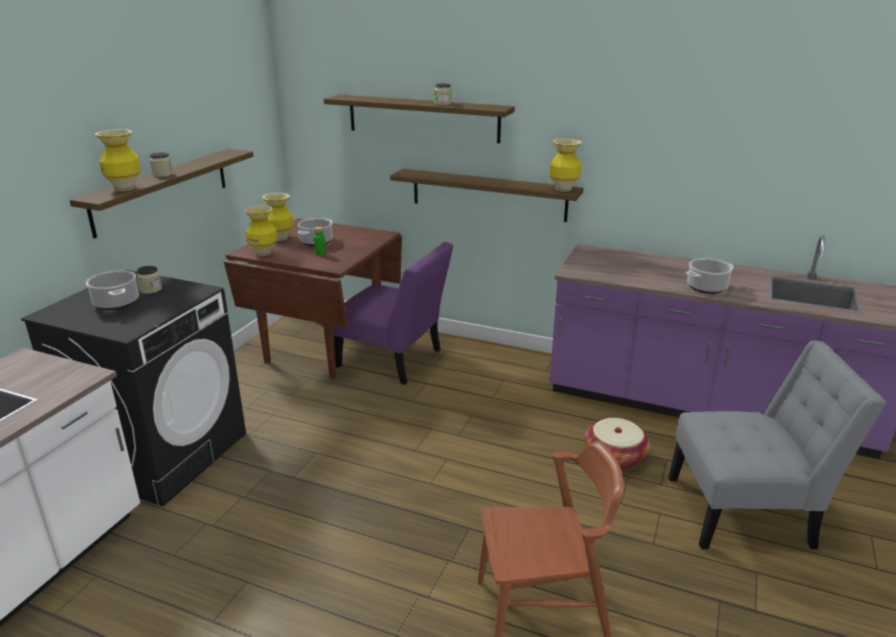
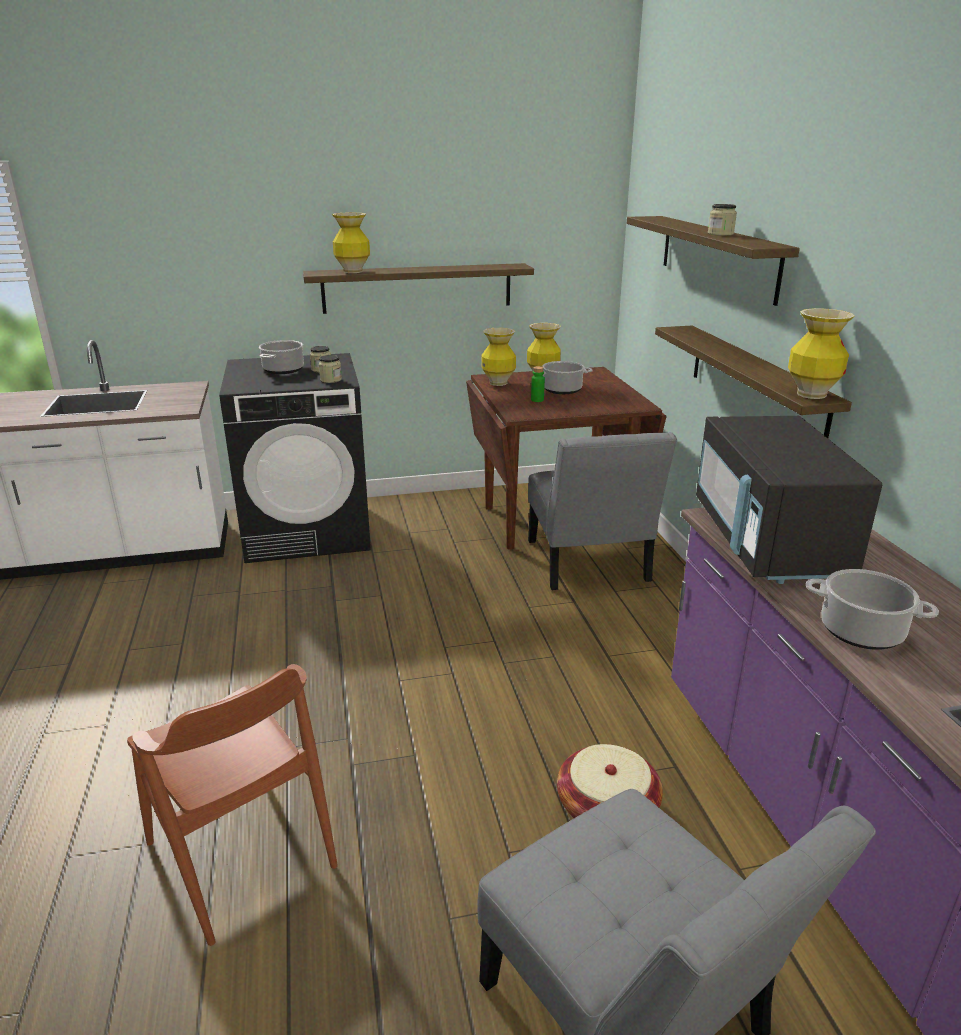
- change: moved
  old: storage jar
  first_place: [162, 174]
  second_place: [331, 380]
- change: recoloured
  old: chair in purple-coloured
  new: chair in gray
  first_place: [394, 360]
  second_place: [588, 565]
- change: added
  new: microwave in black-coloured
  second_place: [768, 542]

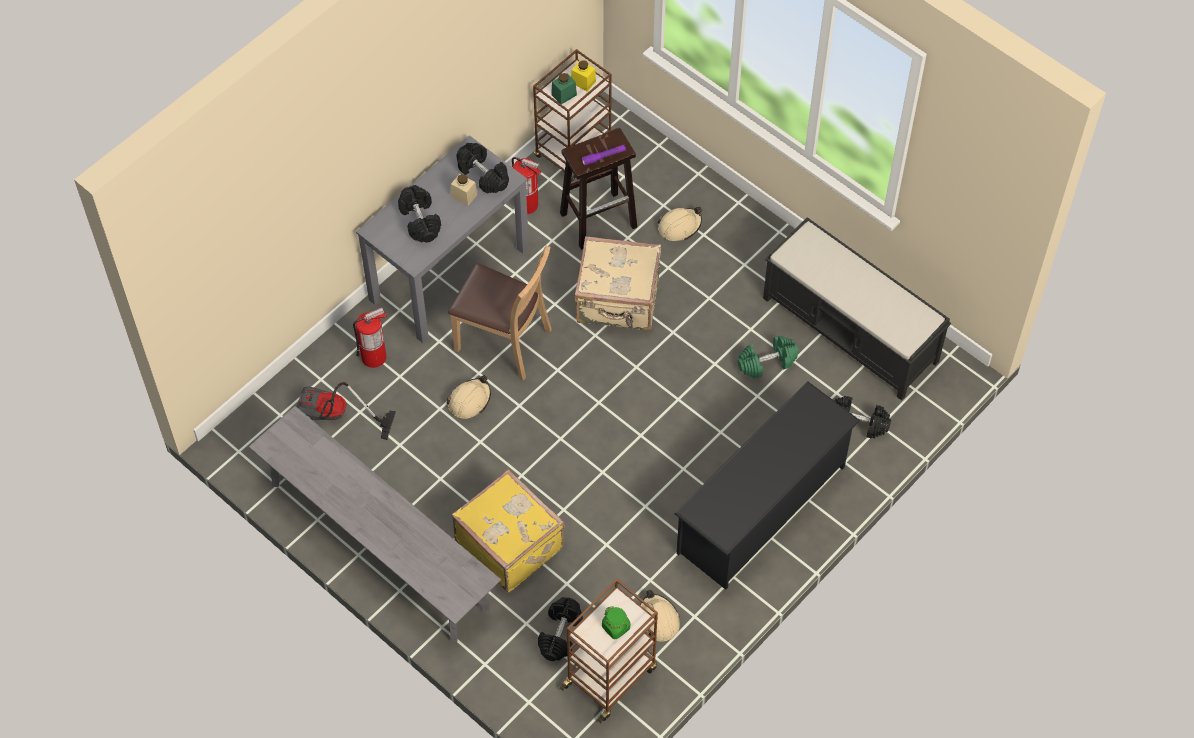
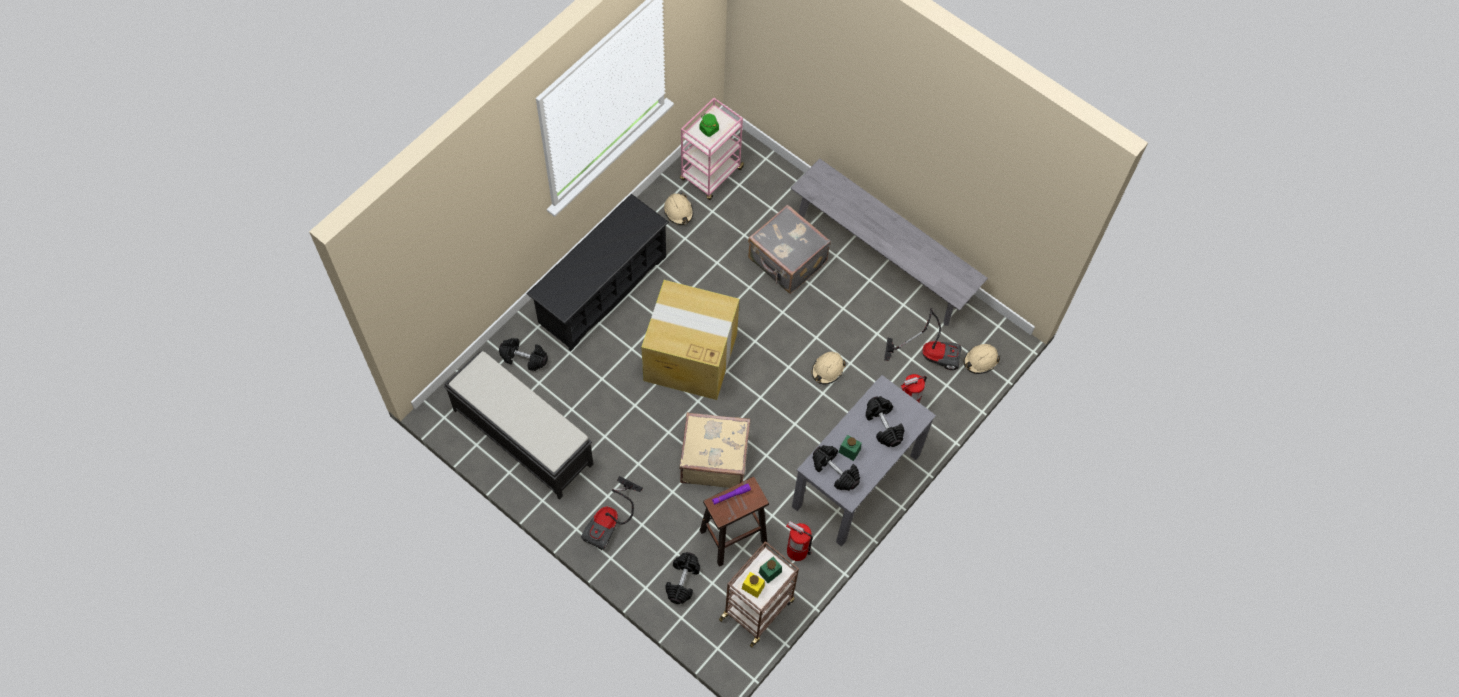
- change: added
  new: vacuum
  second_place: [611, 522]
- change: added
  new: cardboard box
  second_place: [689, 357]
- change: moved
  old: hand weight in black-coloured
  first_place: [560, 634]
  second_place: [682, 581]
- change: recoloured
  old: wheeled cart in brown
  new: wheeled cart in pink-coloured
  first_place: [610, 676]
  second_place: [711, 175]
- change: recoloured
  old: travel case in yellow-coloured
  new: travel case in gray
  first_place: [510, 543]
  second_place: [786, 262]
- change: recoloured
  old: storage jar in beige
  new: storage jar in green
  first_place: [464, 195]
  second_place: [849, 451]
- change: moved
  old: work helmet in beige
  first_place: [679, 226]
  second_place: [980, 360]
- change: removed
  old: chair in brown
  first_place: [504, 341]
- change: removed
  old: hand weight in green
  first_place: [767, 362]

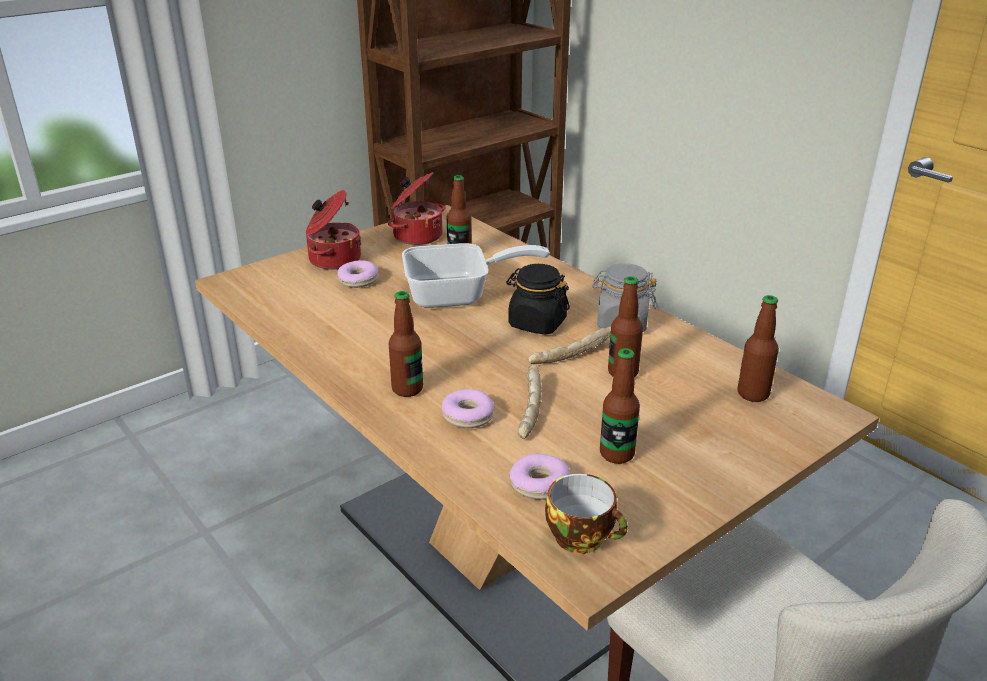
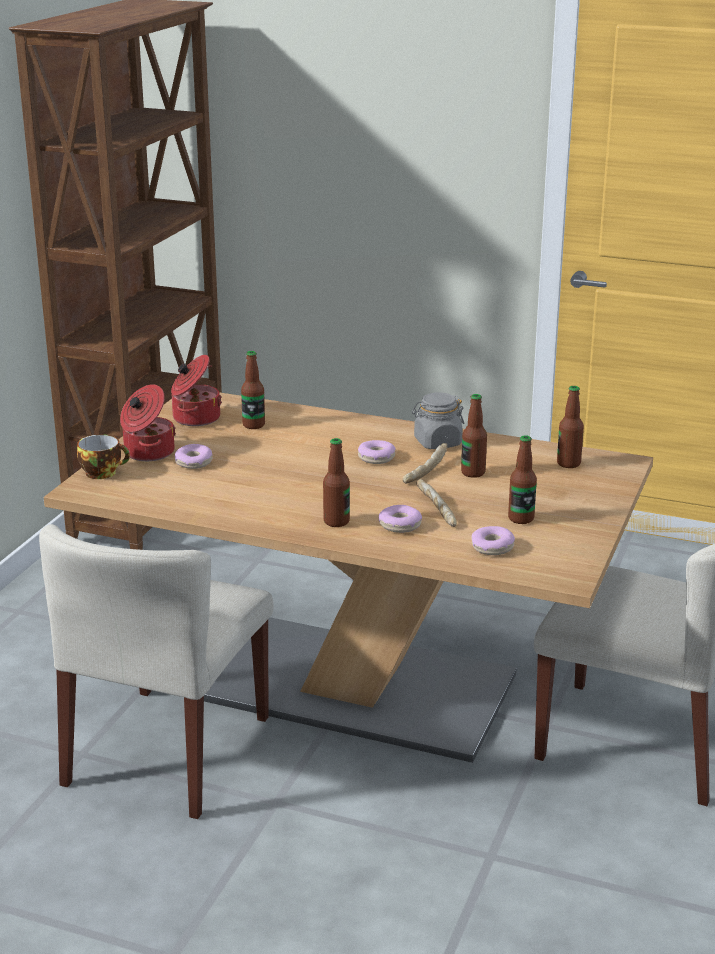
- change: added
  new: chair in beige
  second_place: [168, 751]
- change: moved
  old: drinking cup
  first_place: [583, 537]
  second_place: [103, 472]
- change: replaced
  old: storage jar in black-coloured
  new: doughnut
  first_place: [537, 323]
  second_place: [376, 457]
- change: removed
  old: frying pan
  first_place: [458, 295]

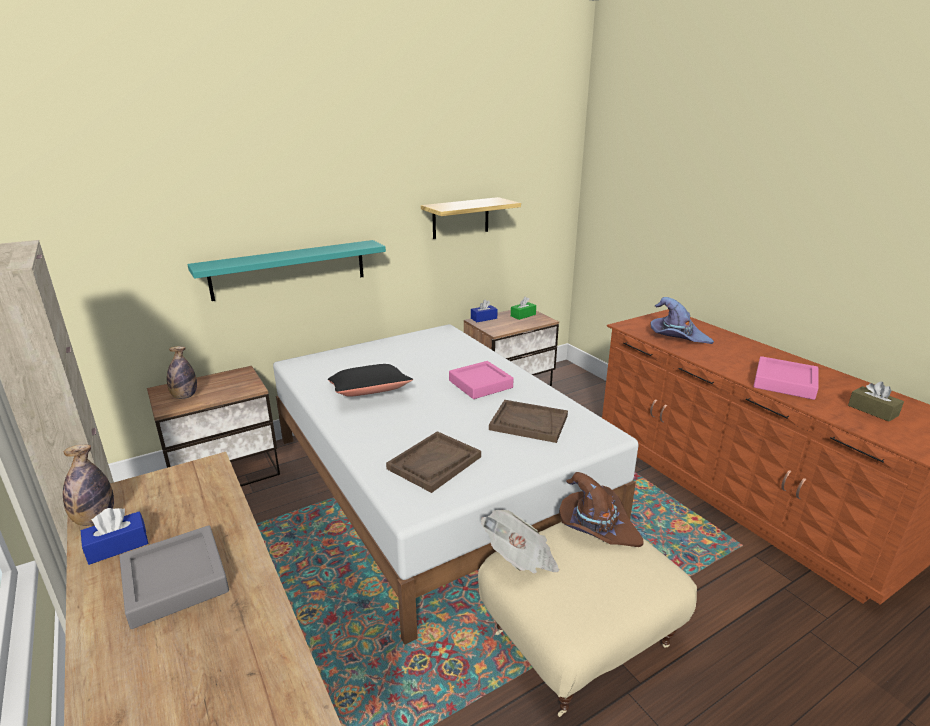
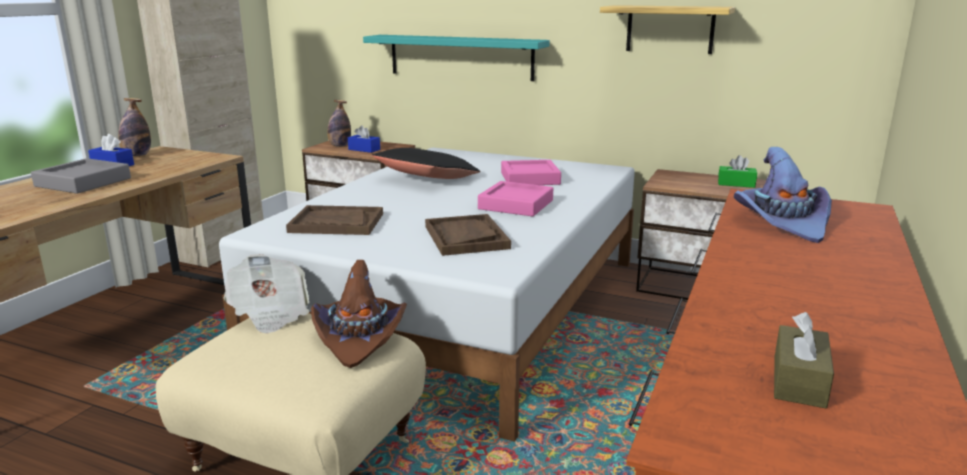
- change: moved
  old: tissue box in blue
  first_place: [483, 318]
  second_place: [364, 149]
- change: moved
  old: carrying tray in pink-coloured
  first_place: [784, 383]
  second_place: [530, 178]

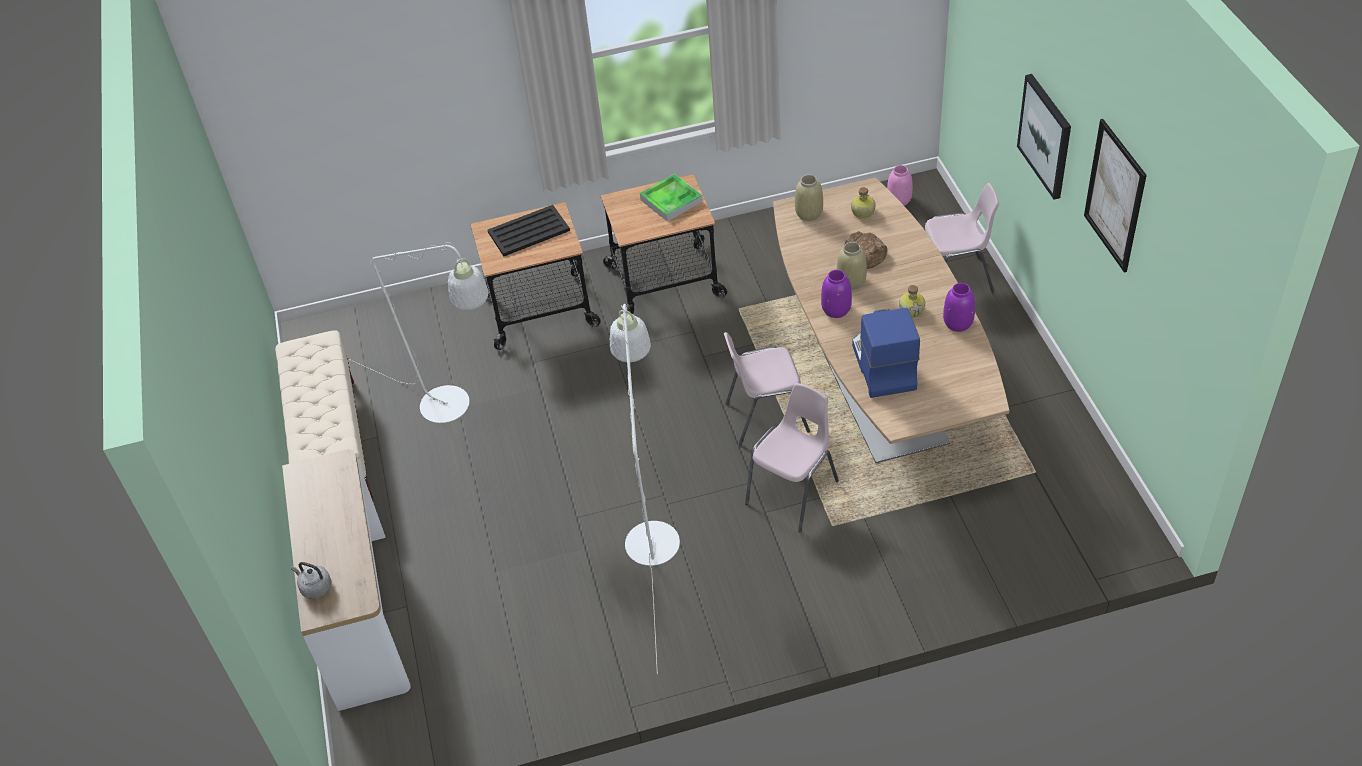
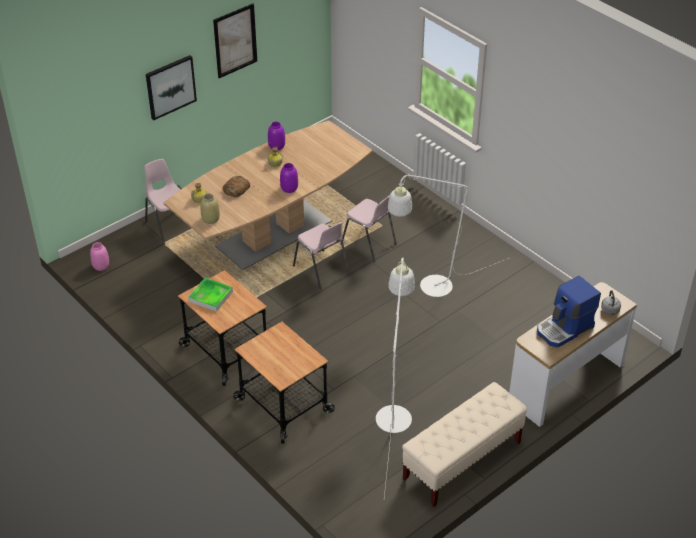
- change: turned
  old: chair in pink-coloured
  first_place: [794, 492]
  second_place: [369, 244]
  degrees: -150
- change: moved
  old: coffee machine
  first_place: [882, 366]
  second_place: [565, 329]
- change: removed
  old: carrying tray in black-coloured
  first_place: [528, 231]
- change: removed
  old: flower vase in beige
  first_place: [851, 281]

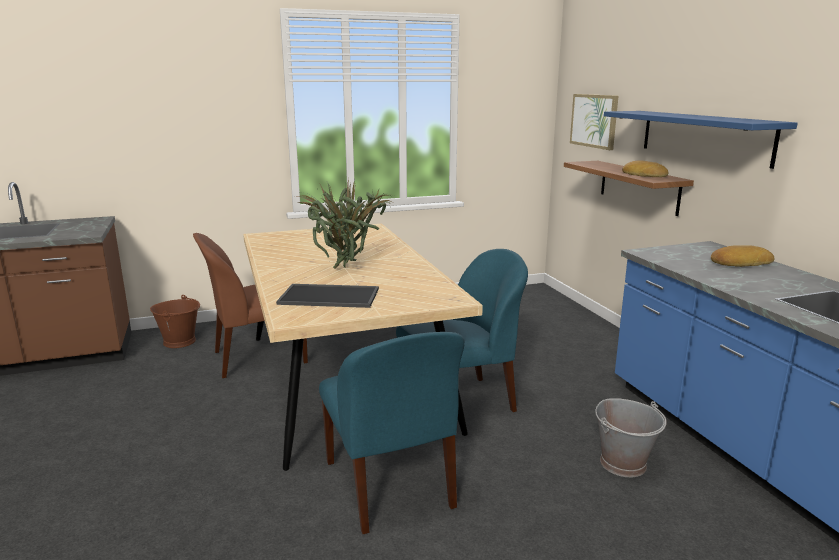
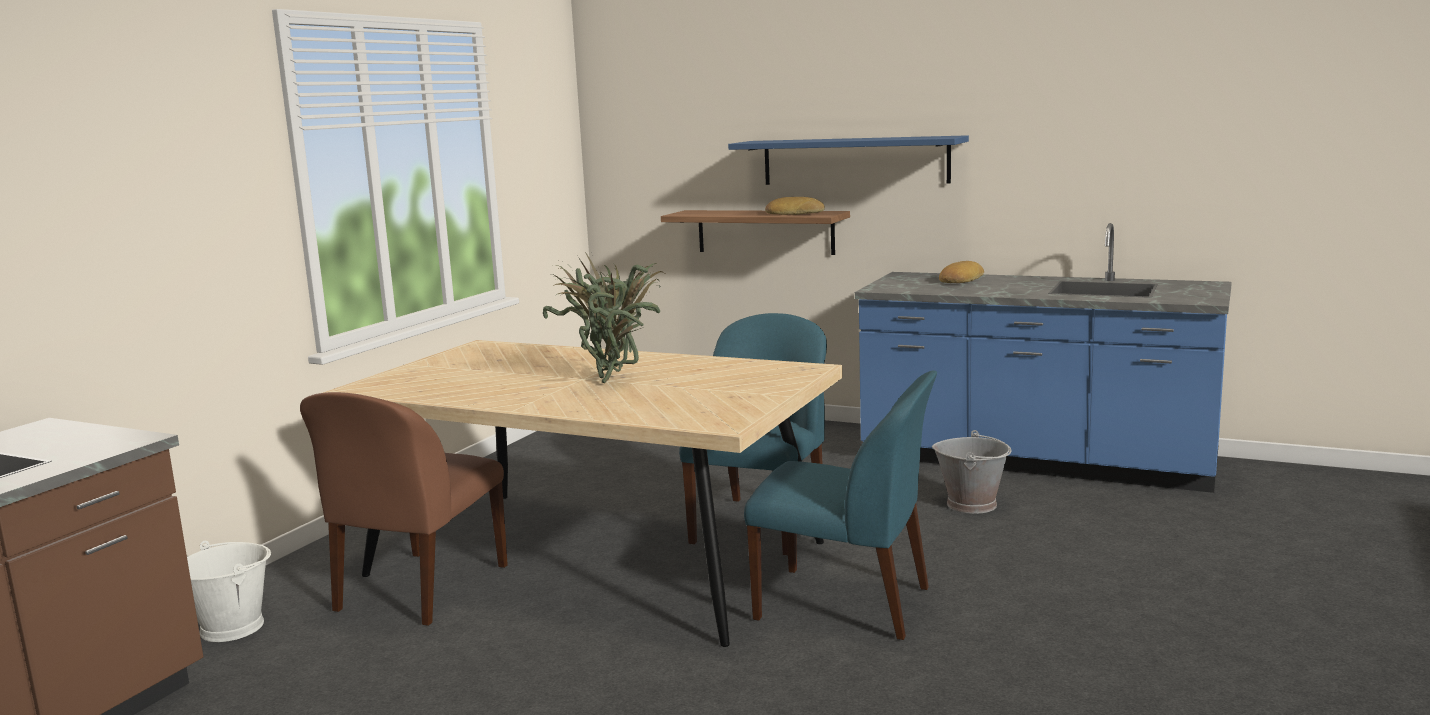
- change: recoloured
  old: bucket in brown
  new: bucket in white
  first_place: [180, 341]
  second_place: [232, 627]
- change: removed
  old: carrying tray
  first_place: [330, 296]
- change: removed
  old: wall art
  first_place: [594, 120]

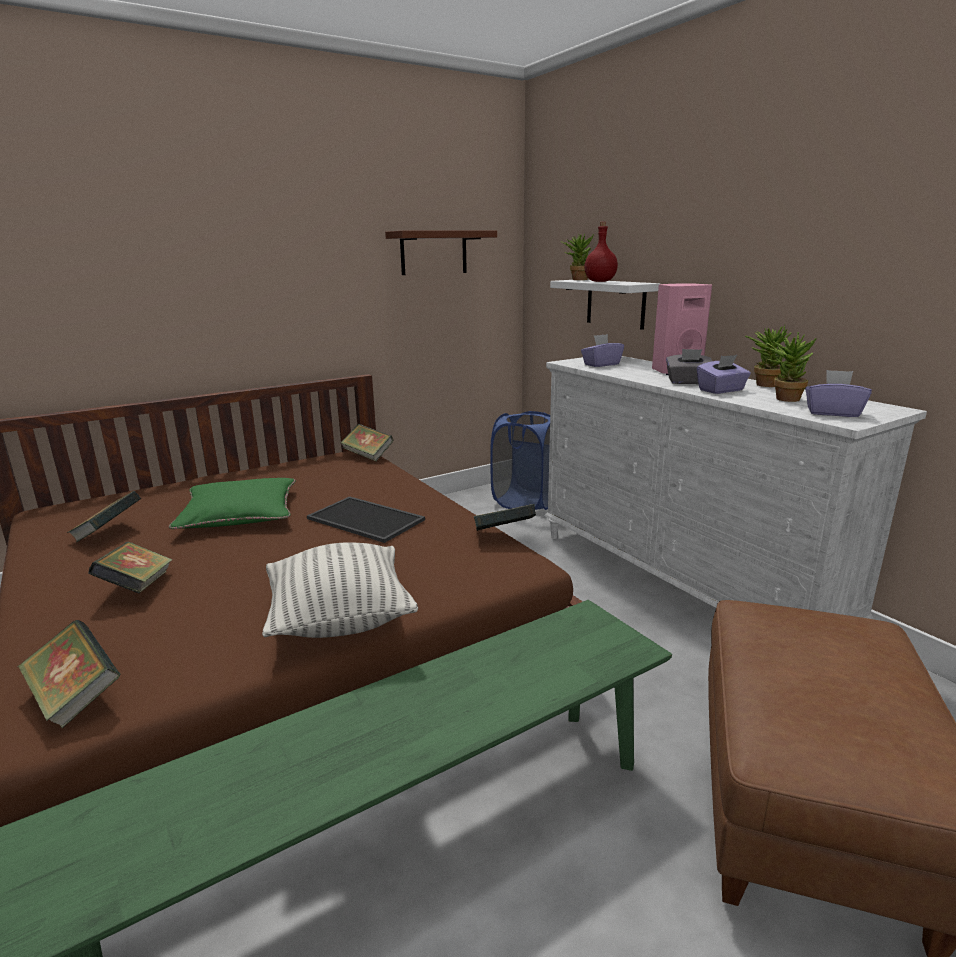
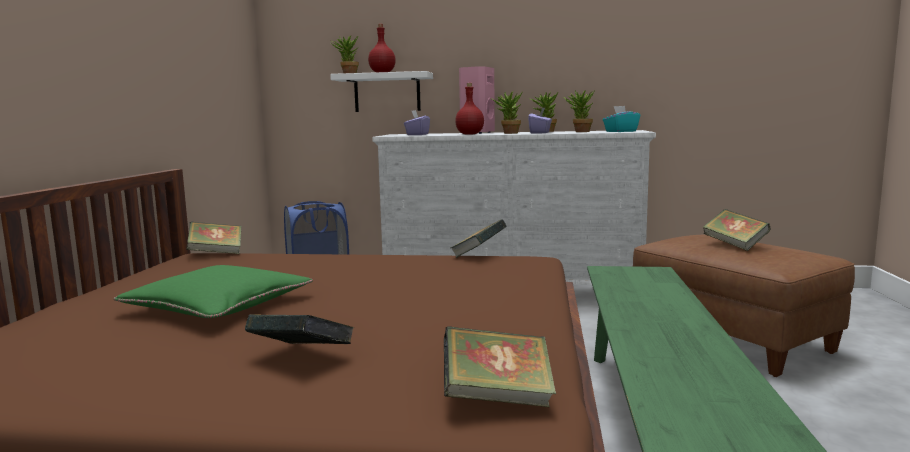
- change: added
  new: drink bottle in reddish
  second_place: [470, 134]
- change: replaced
  old: tissue box in gray
  new: houseplant
  first_place: [688, 382]
  second_place: [507, 133]
- change: recoloured
  old: tissue box in purple-coloured
  new: tissue box in blue-green
  first_place: [832, 413]
  second_place: [620, 131]
- change: moved
  old: bound book
  first_place: [109, 533]
  second_place: [734, 245]
- change: removed
  old: pillow
  first_place: [340, 619]
- change: removed
  old: carrying tray
  first_place: [367, 519]
- change: removed
  old: bracket shelf in brown
  first_place: [434, 253]

